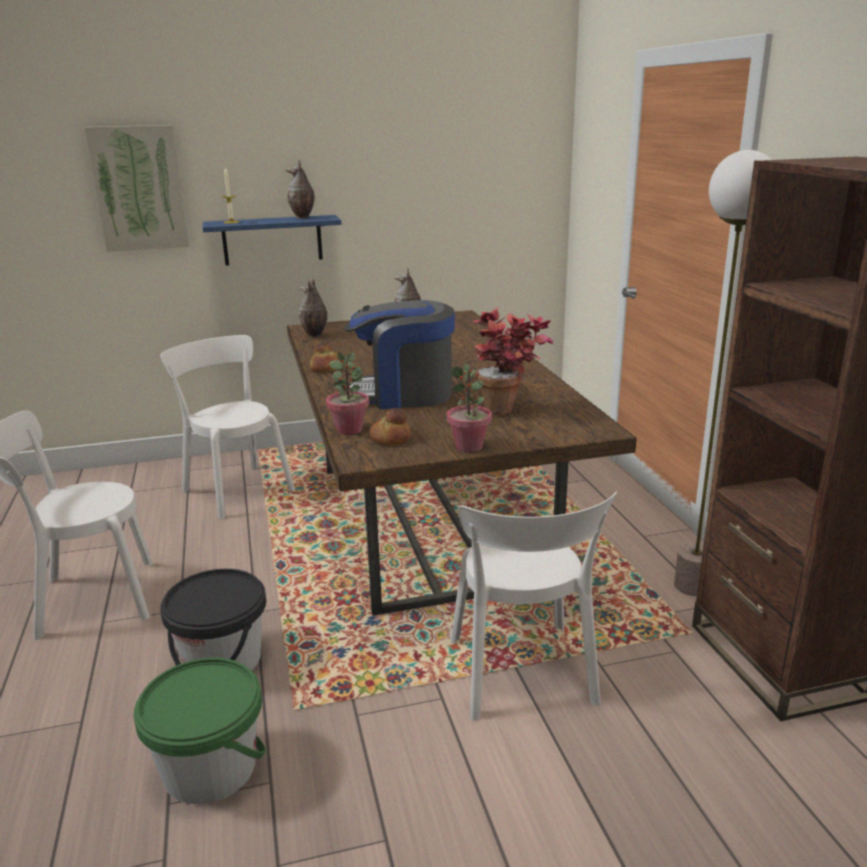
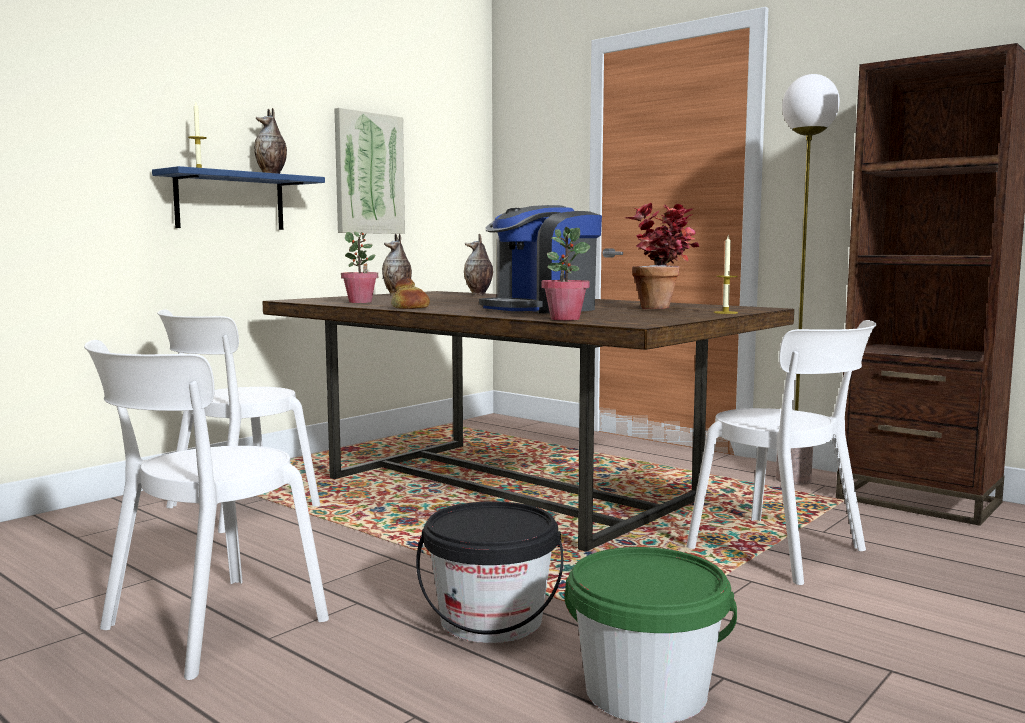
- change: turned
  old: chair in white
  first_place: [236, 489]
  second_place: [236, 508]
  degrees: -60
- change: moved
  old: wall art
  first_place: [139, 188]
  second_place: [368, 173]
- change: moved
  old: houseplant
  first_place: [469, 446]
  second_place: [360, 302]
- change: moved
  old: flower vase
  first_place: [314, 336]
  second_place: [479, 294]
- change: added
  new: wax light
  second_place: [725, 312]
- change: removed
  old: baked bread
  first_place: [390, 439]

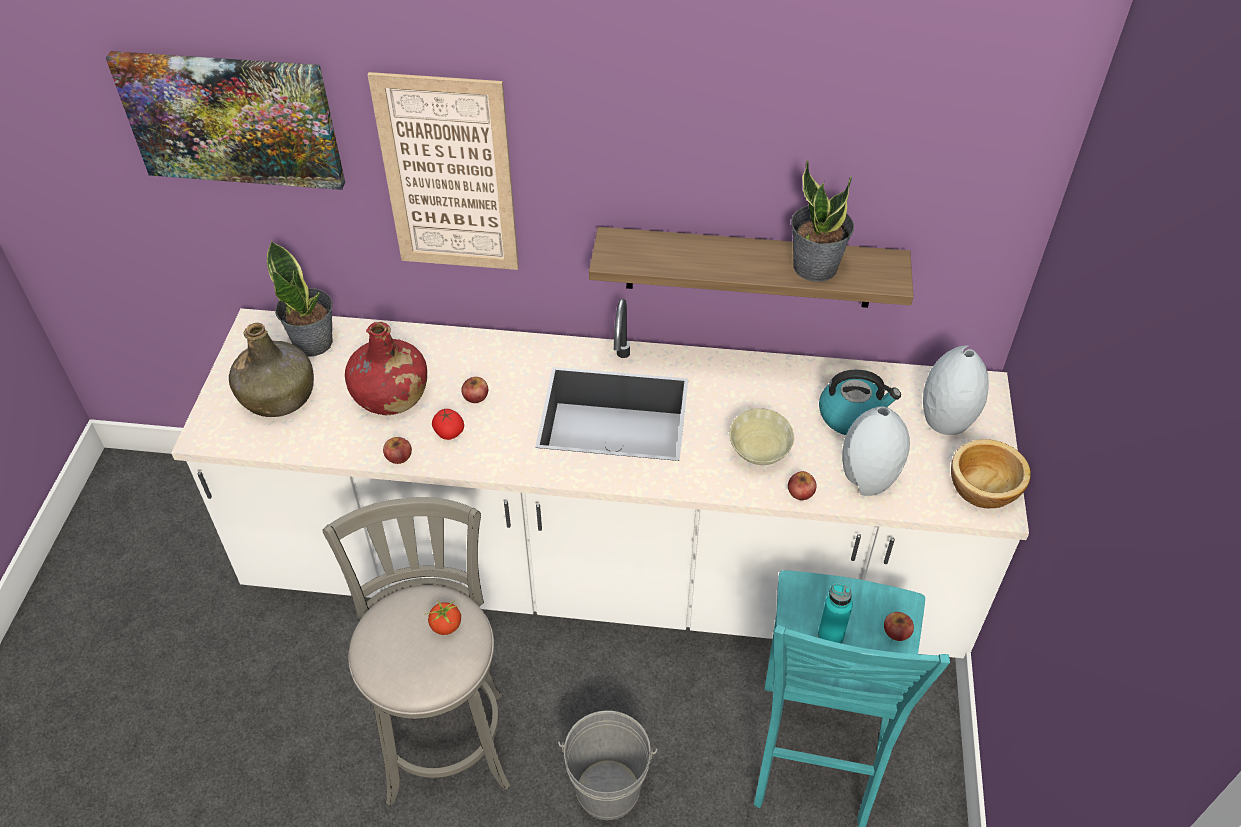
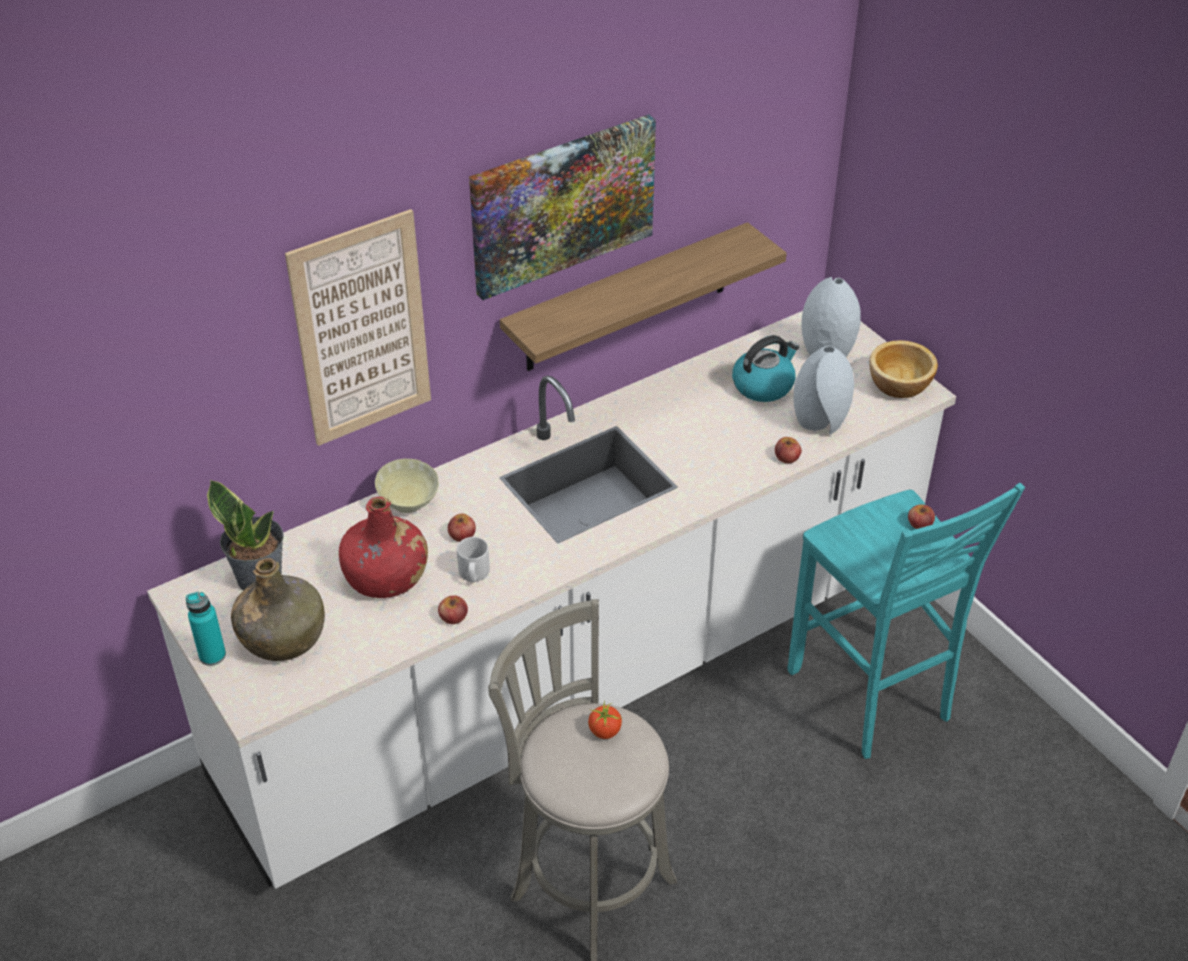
- change: moved
  old: drink bottle in blue-green
  first_place: [830, 636]
  second_place: [212, 655]
- change: moved
  old: deep dish in beige
  first_place: [758, 454]
  second_place: [408, 503]
- change: replaced
  old: fresh tomato
  new: mug in gray
  first_place: [449, 432]
  second_place: [473, 574]
- change: moved
  old: wall art
  first_place: [232, 119]
  second_place: [562, 204]
- change: removed
  old: bucket in gray
  first_place: [608, 789]
- change: removed
  old: houseplant
  first_place: [815, 266]

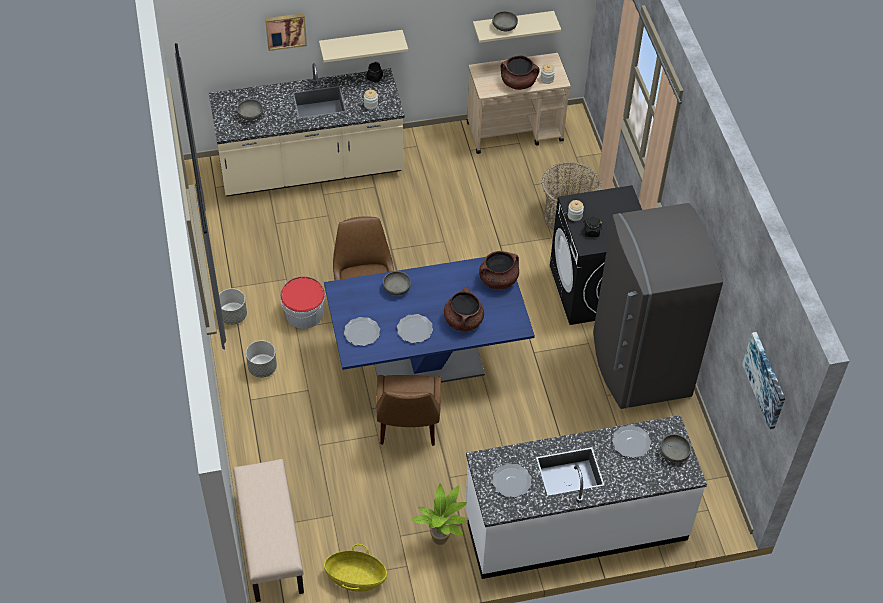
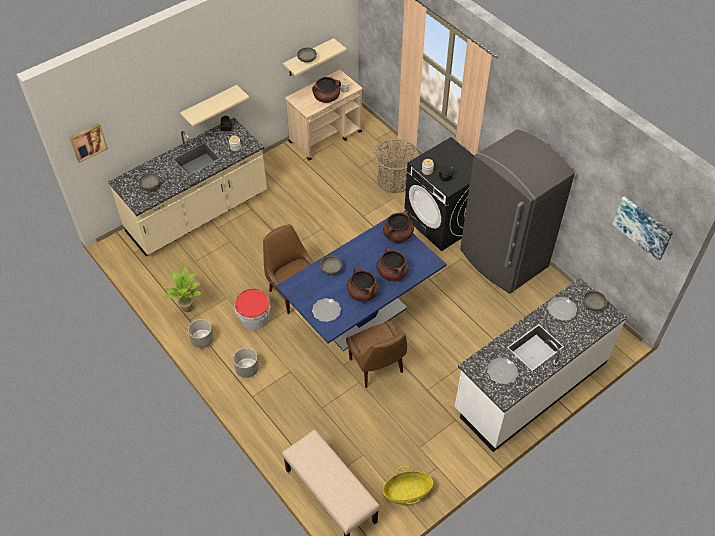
- change: moved
  old: wall art
  first_place: [285, 30]
  second_place: [88, 142]
- change: moved
  old: houseplant
  first_place: [442, 540]
  second_place: [189, 309]
- change: replaced
  old: flat dish
  new: saucepot in brown
  first_place: [414, 329]
  second_place: [362, 293]

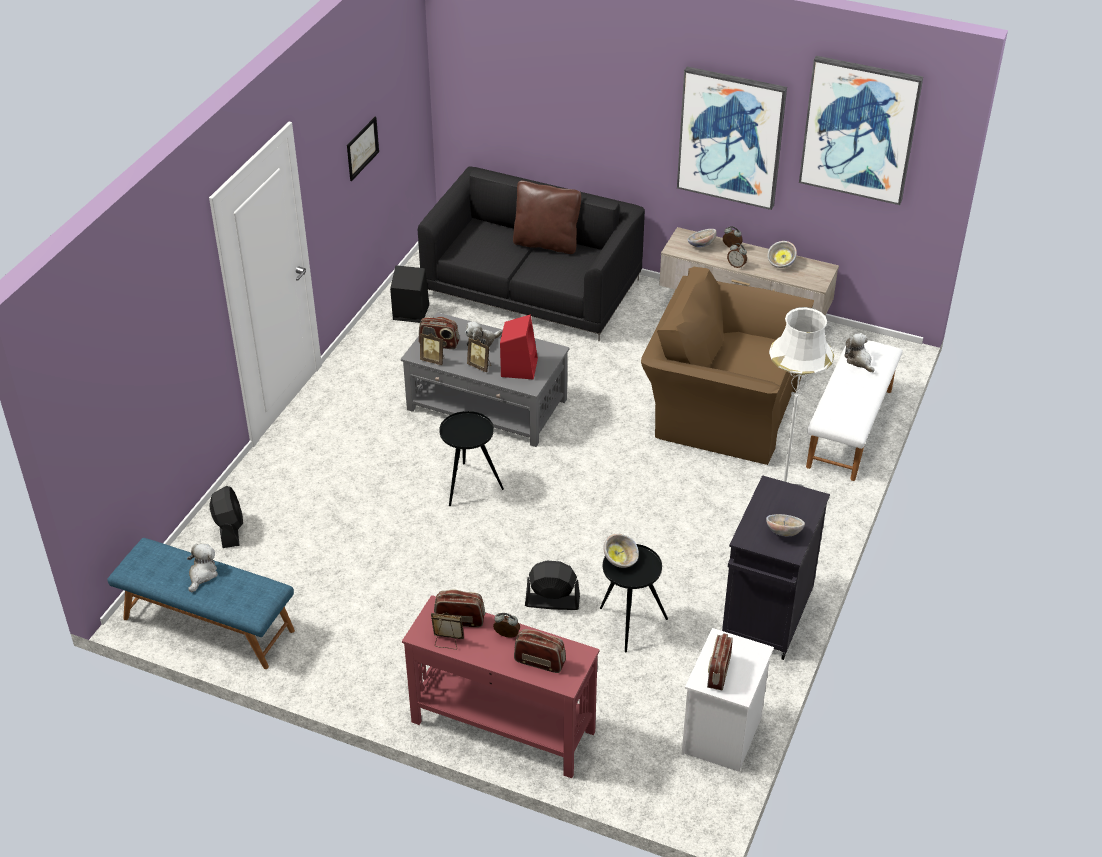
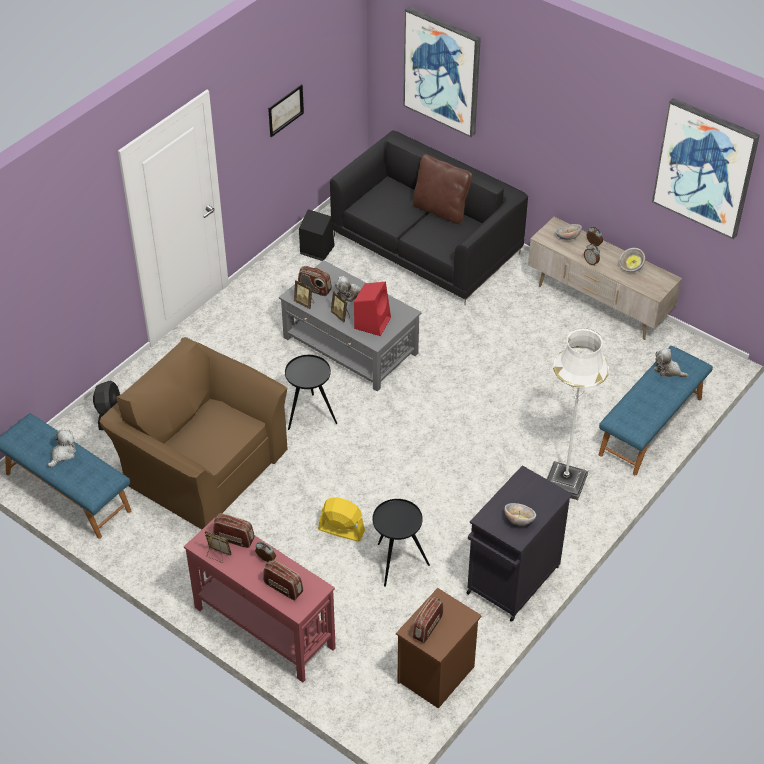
- change: moved
  old: armchair in brown
  first_place: [720, 405]
  second_place: [200, 463]
- change: recoloured
  old: electric fan in black-coloured
  new: electric fan in yellow-coloured
  first_place: [552, 601]
  second_place: [341, 530]
- change: recoloured
  old: bedside table in white
  new: bedside table in brown
  first_place: [722, 736]
  second_place: [436, 675]
- change: moved
  old: wall art
  first_place: [731, 137]
  second_place: [442, 71]
- change: recoloured
  old: bench in white
  new: bench in blue
  first_place: [850, 428]
  second_place: [651, 426]
- change: turned
  old: cuddly toy
  first_place: [859, 360]
  second_place: [668, 370]
  degrees: -45
- change: removed
  old: deep dish
  first_place: [621, 560]

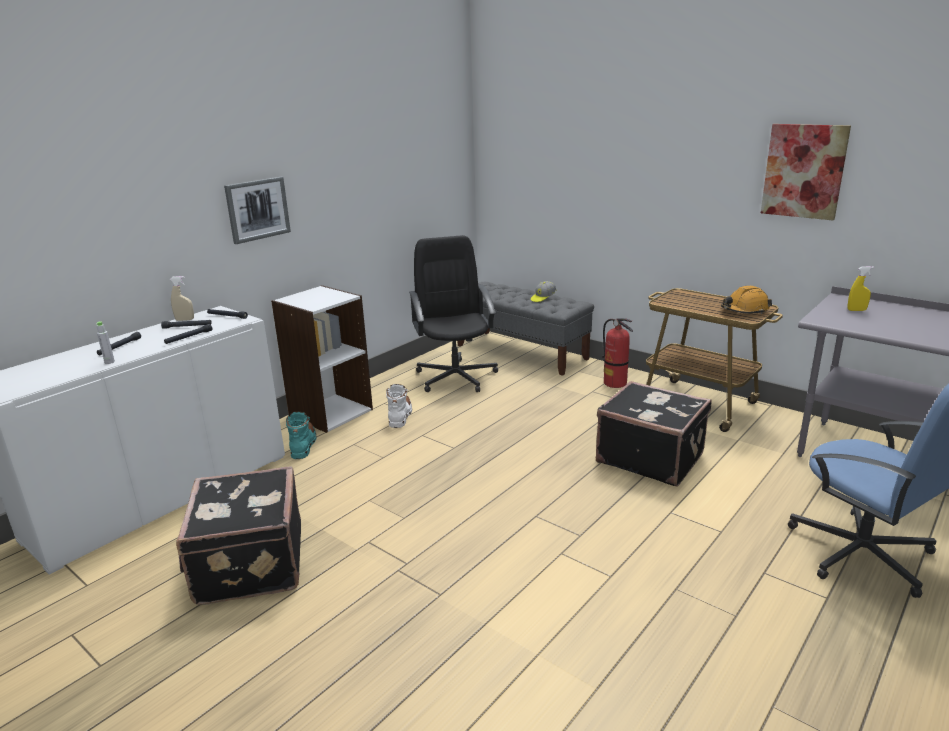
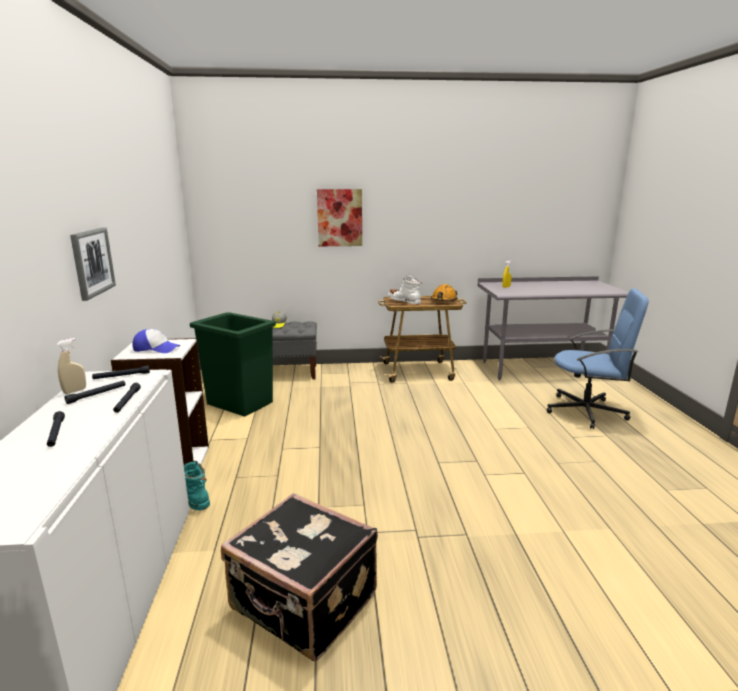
- change: added
  new: peaked cap
  second_place: [156, 349]
- change: replaced
  old: desk chair in black-coloured
  new: trash can in green
  first_place: [456, 376]
  second_place: [240, 402]
- change: moved
  old: wall art
  first_place: [804, 171]
  second_place: [339, 218]
- change: moved
  old: high-top boot in white
  first_place: [400, 415]
  second_place: [404, 301]
- change: removed
  old: drink bottle in gray
  first_place: [109, 362]
- change: removed
  old: travel case in black-coloured
  first_place: [650, 457]
- change: removed
  old: fire extinguisher
  first_place: [615, 383]

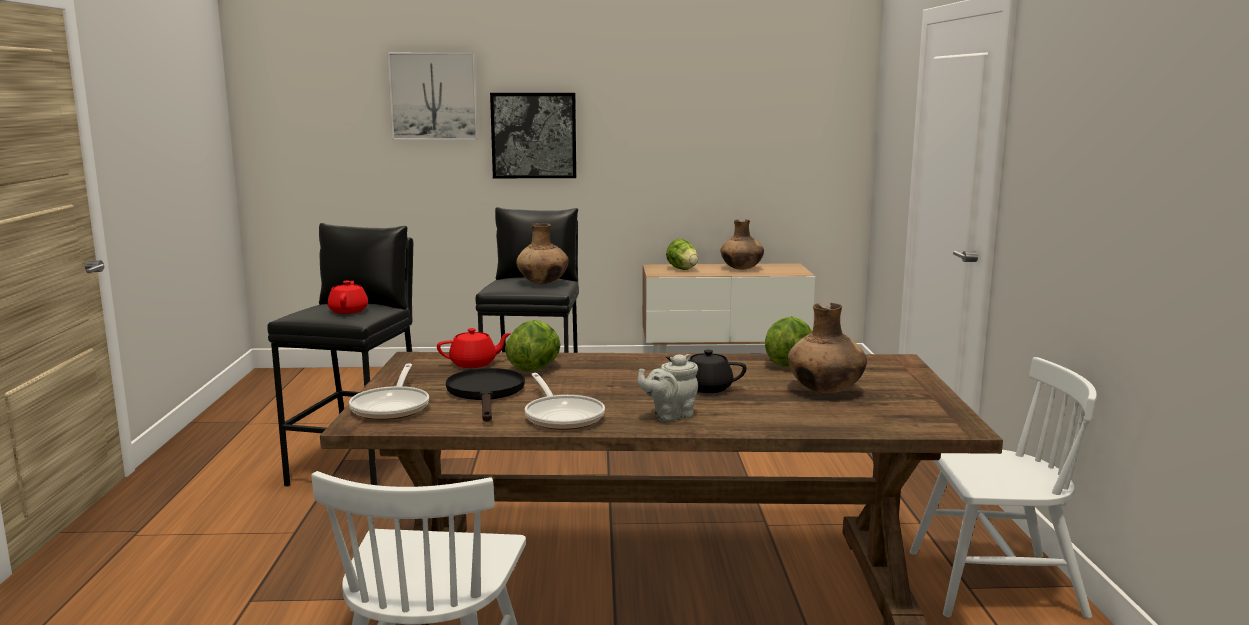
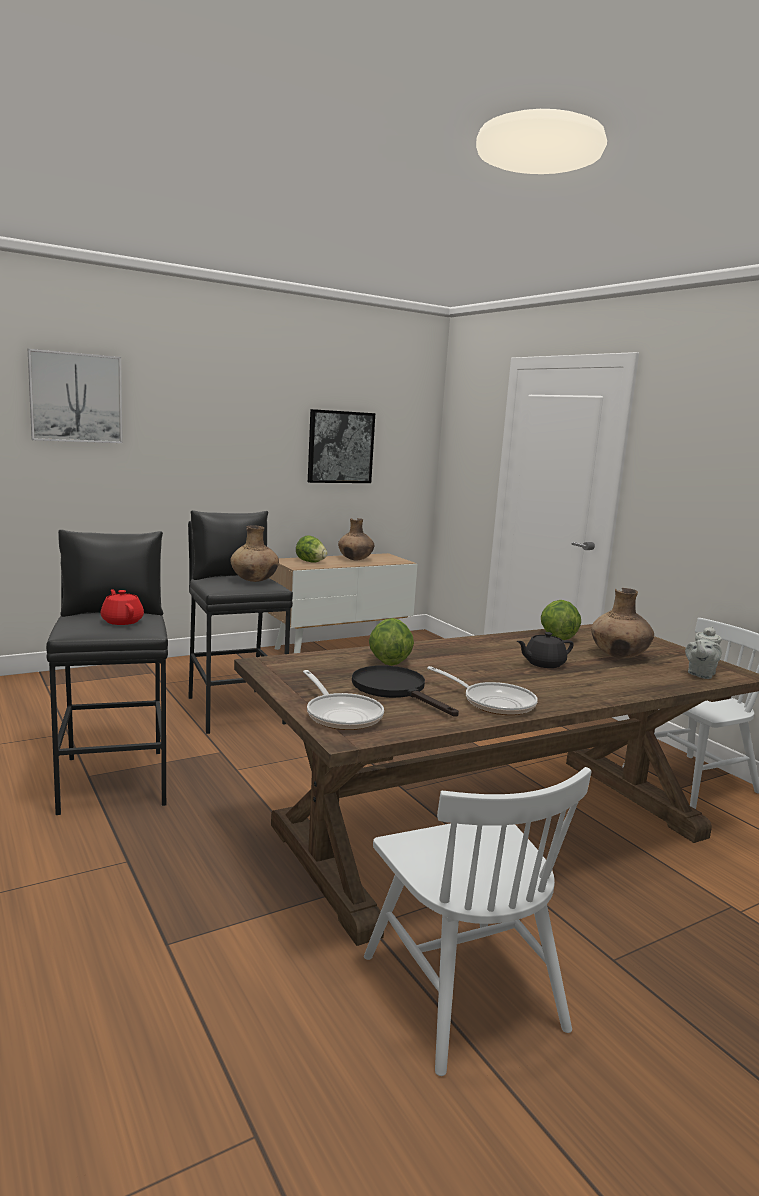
- change: moved
  old: wall art
  first_place: [534, 135]
  second_place: [340, 447]
- change: moved
  old: tea pot in gray
  first_place: [670, 415]
  second_place: [700, 674]
- change: removed
  old: tea pot in reddish
  first_place: [474, 364]

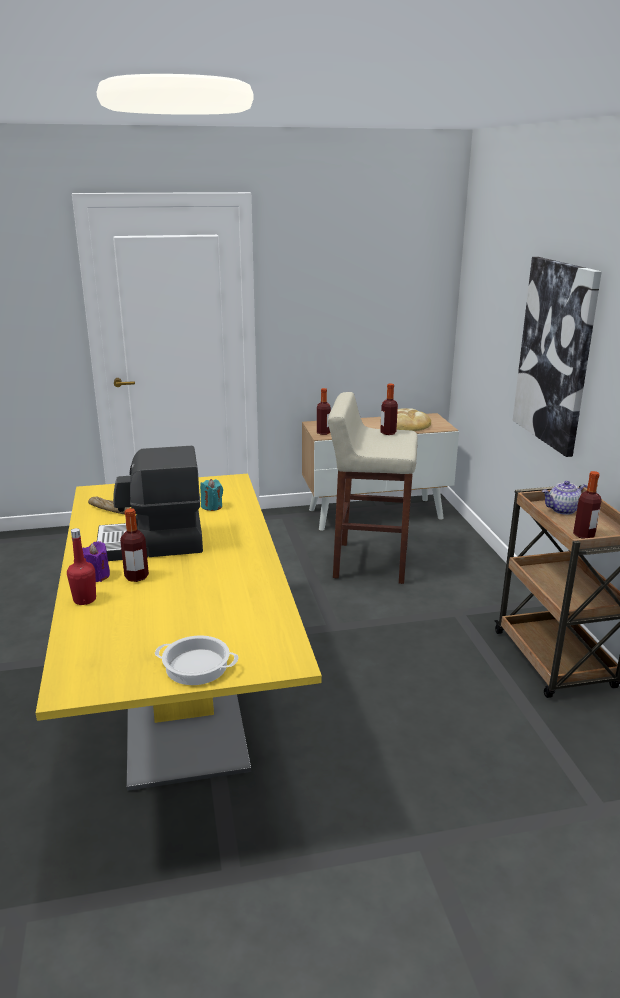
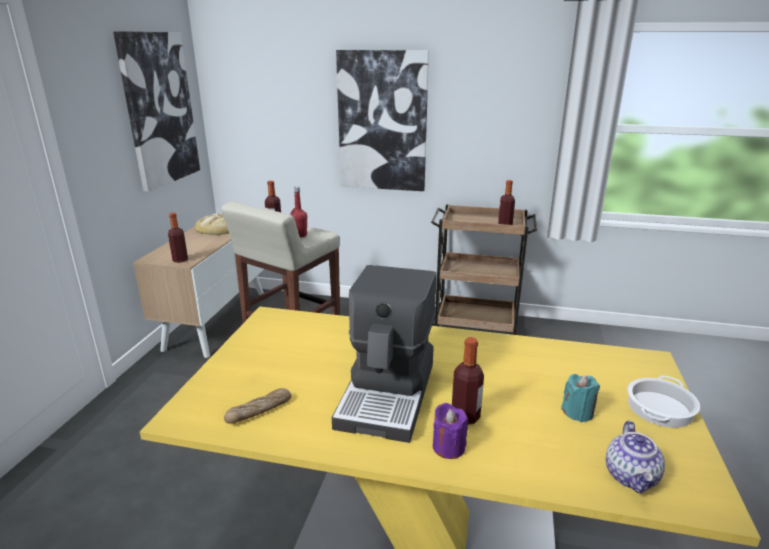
- change: added
  new: wall art
  second_place: [159, 109]
- change: moved
  old: drink bottle in reddish
  first_place: [84, 599]
  second_place: [299, 235]
- change: moved
  old: wax light in blue-green
  first_place: [212, 506]
  second_place: [578, 412]
- change: moved
  old: tea pot
  first_place: [563, 510]
  second_place: [631, 477]

